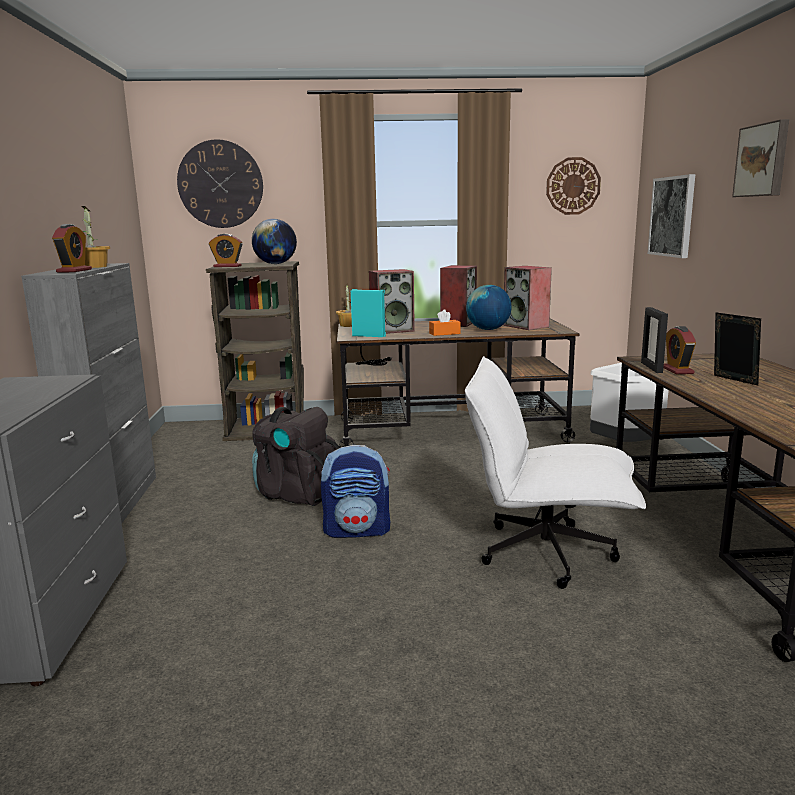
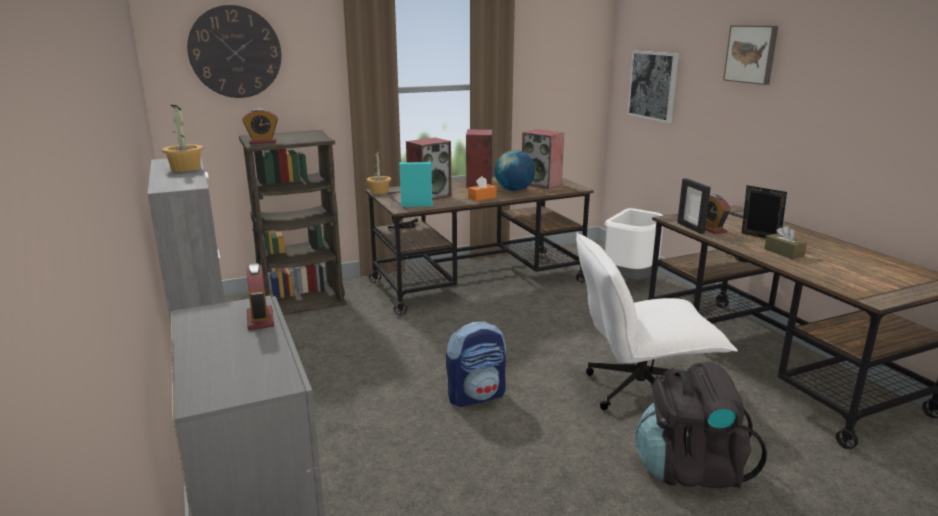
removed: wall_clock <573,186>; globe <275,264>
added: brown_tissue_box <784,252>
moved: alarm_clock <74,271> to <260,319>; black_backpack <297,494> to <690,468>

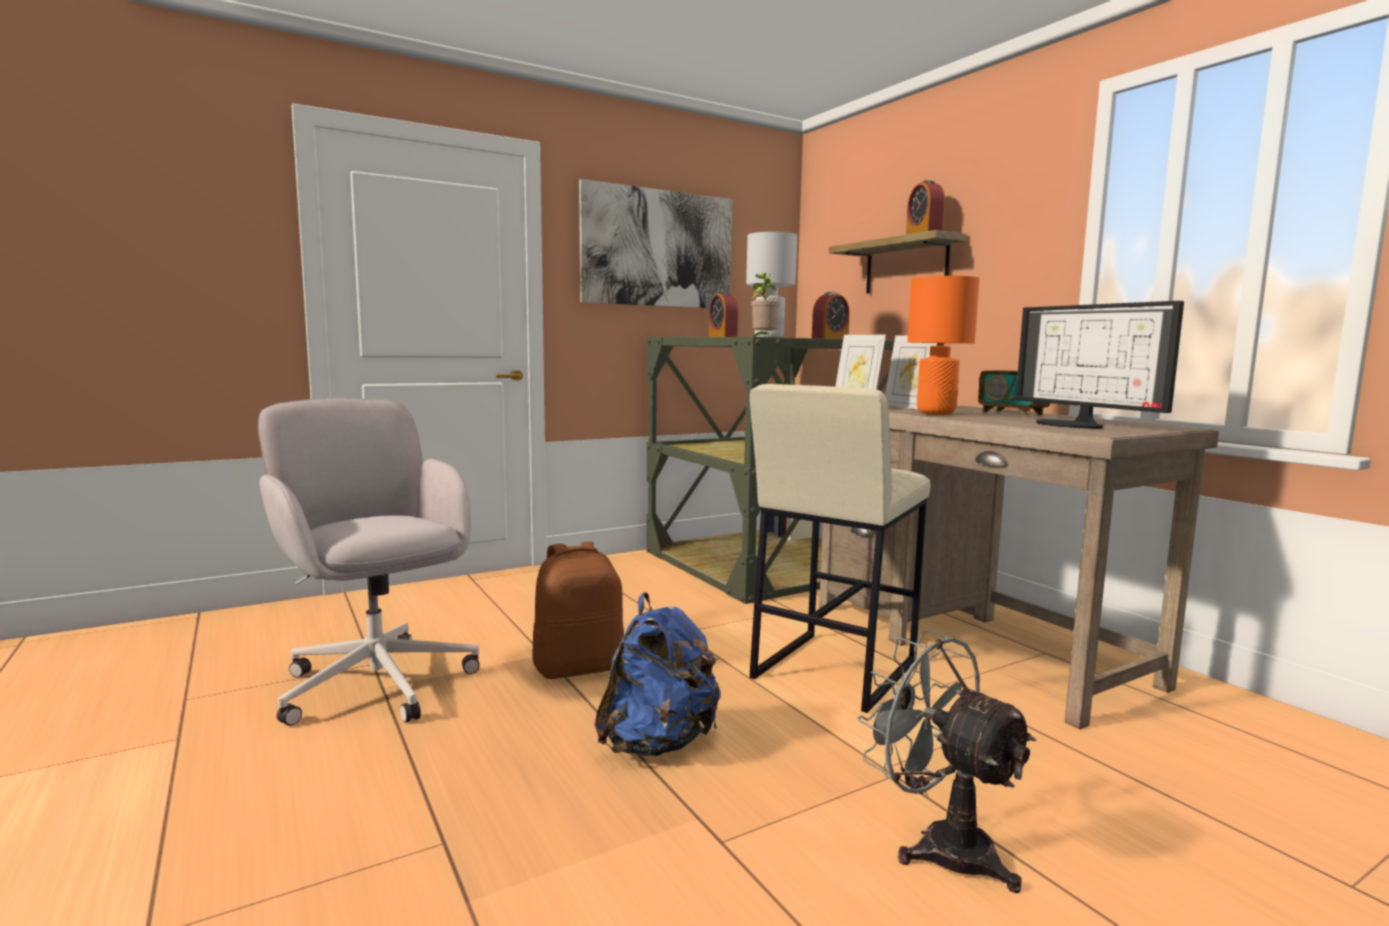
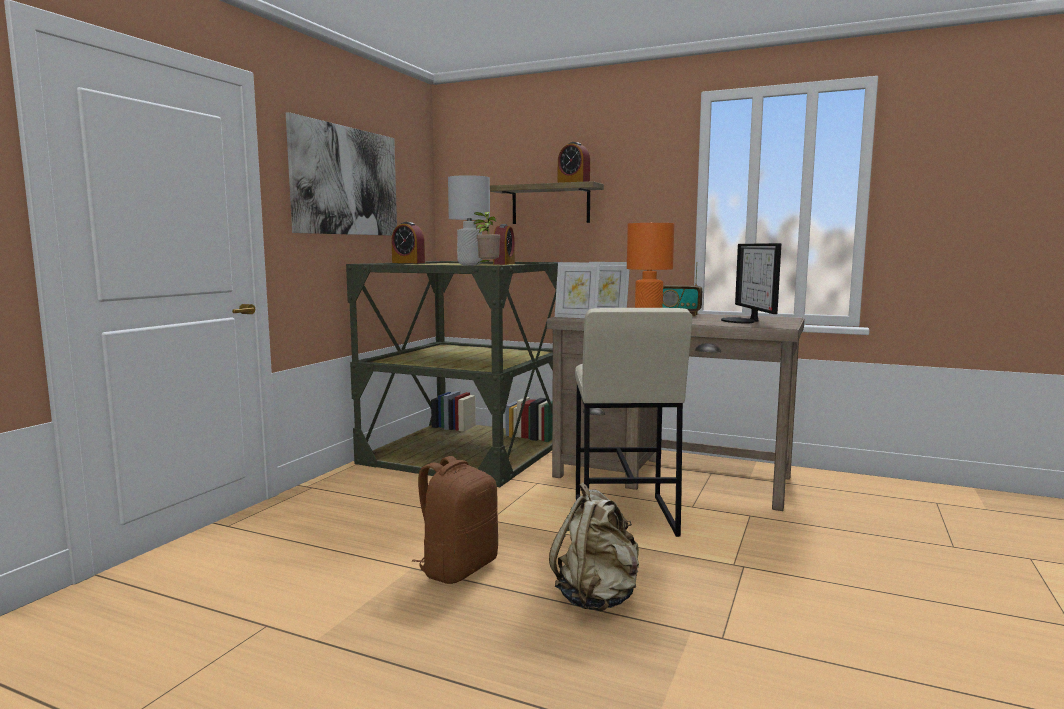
removed: grey_office_chair <377,684>; grey_fan <940,844>
recoloured: blue_backpack <658,743> to beige_backpack <597,598>
turned: monitor <1074,424> = <743,321> 60 degrees clockwise

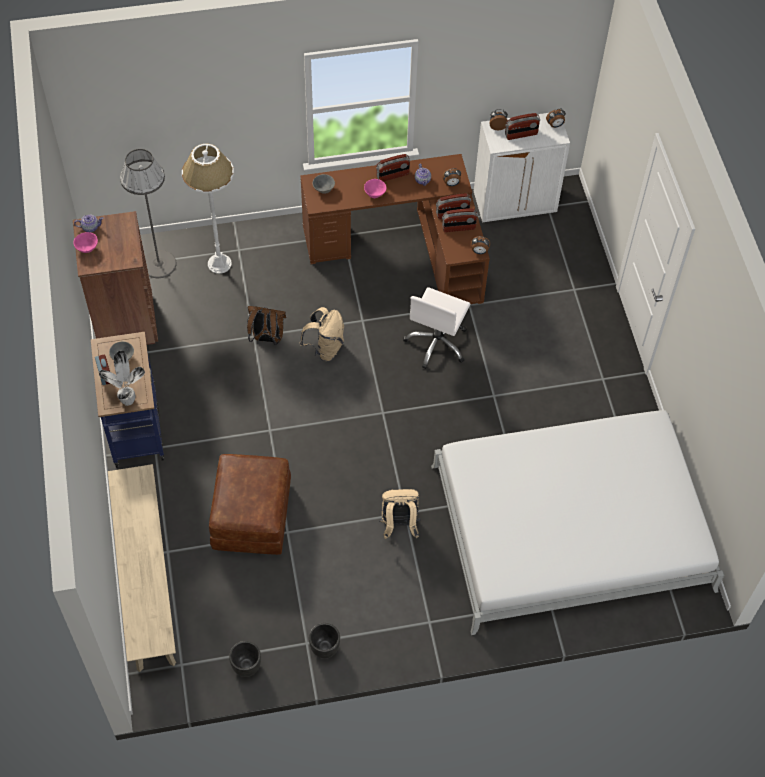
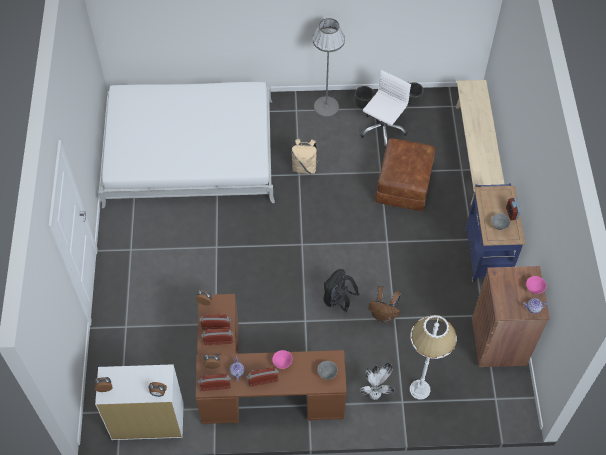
moved: radio <521,134> to <215,386>; grey_floor_lamp <158,264> to <326,106>; white_office_chair <437,343> to <383,129>; potted_plant <127,401> to <375,395>
recoloured: beige_backpack <325,348> to black_backpack <338,300>

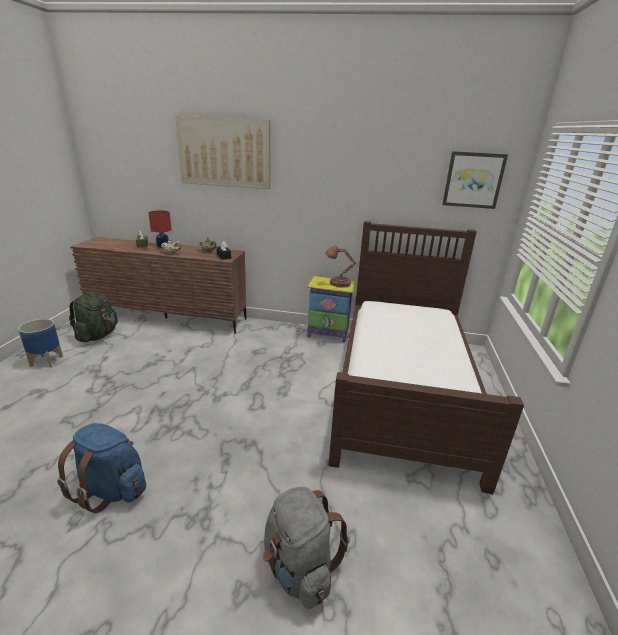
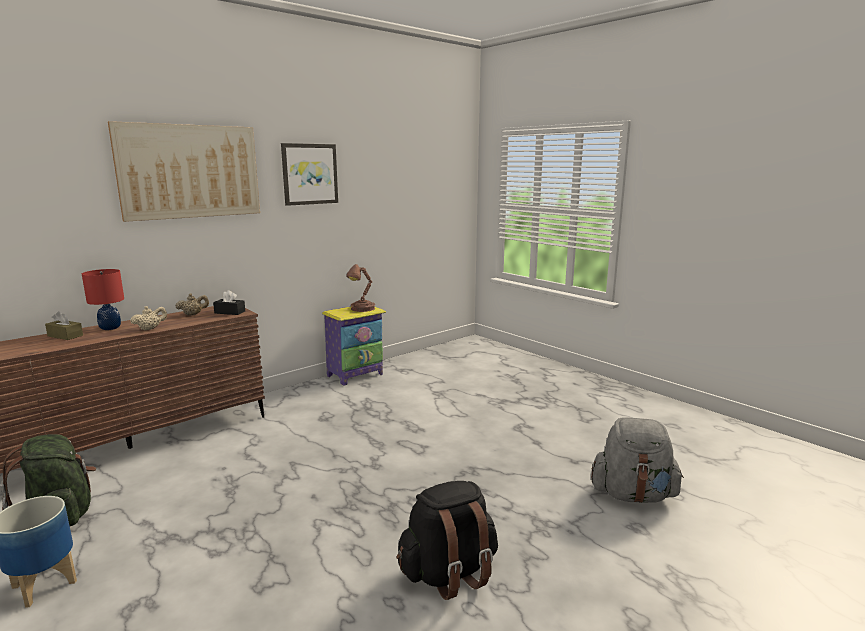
removed: brown_bed <403,389>
moved: picture <473,180> to <309,174>
recoloured: blue_backpack <111,489> to black_backpack <449,573>

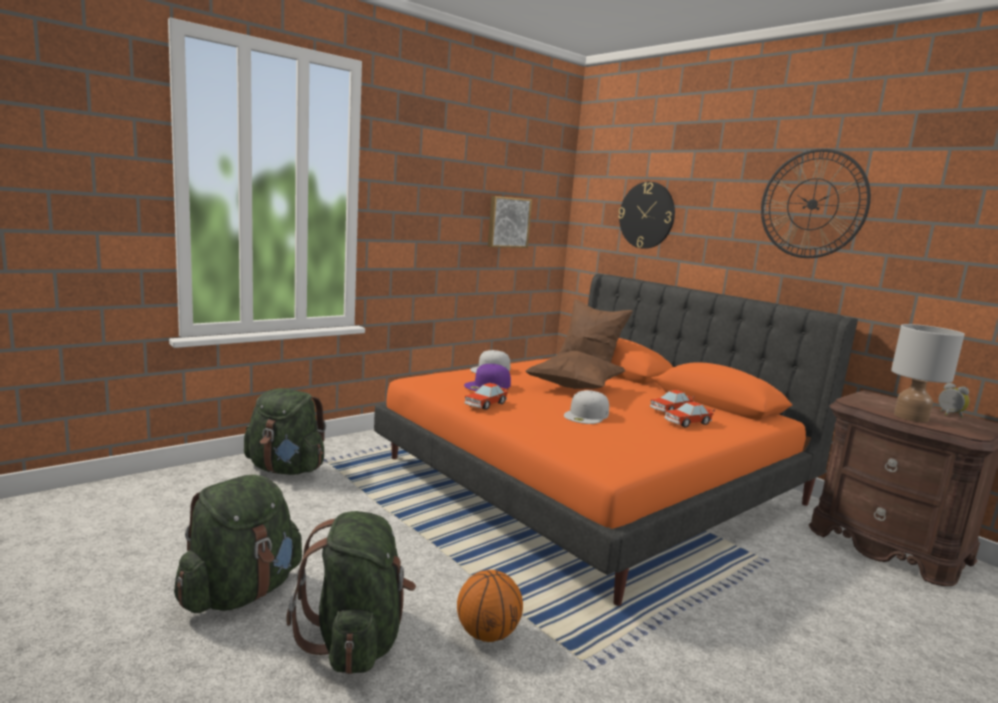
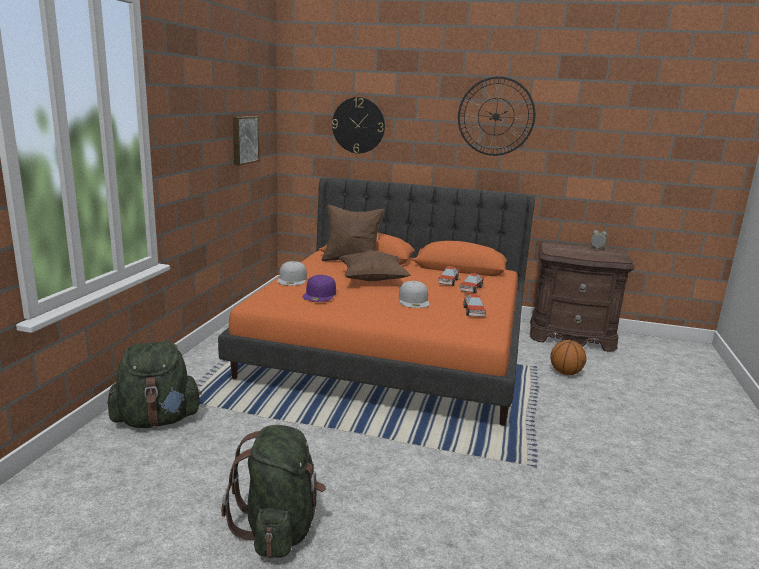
removed: grey_table_lamp <911,417>; green_backpack <356,640>
moved: toy_car <485,404> to <473,312>; basketball <487,634> to <565,373>

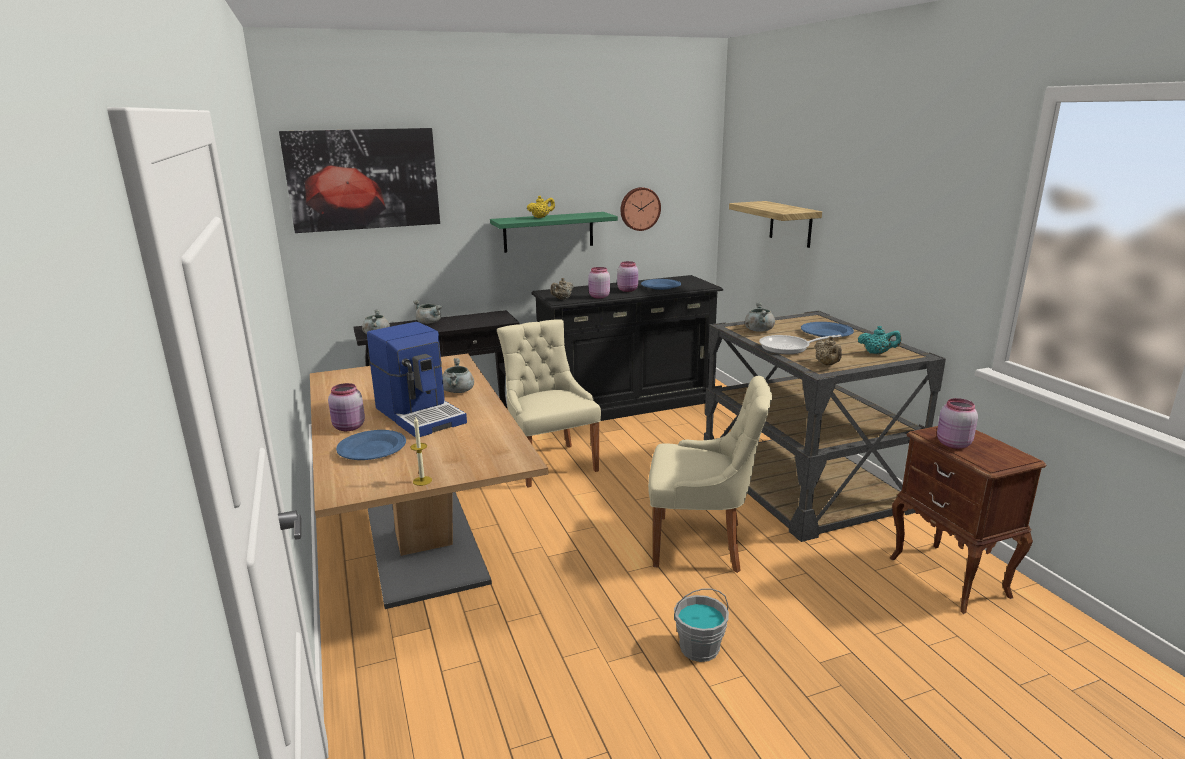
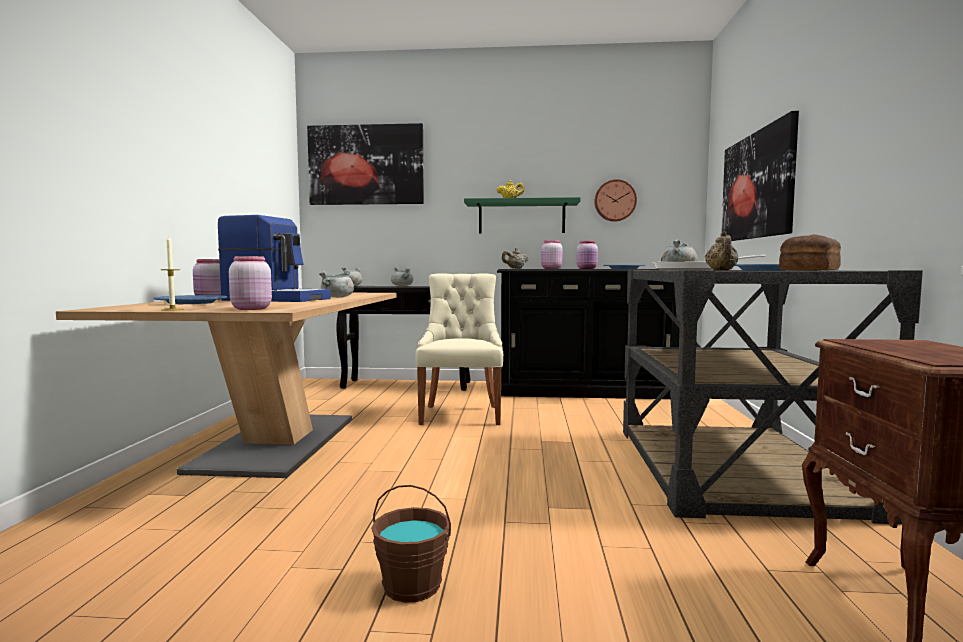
removed: beige_chair <702,544>
moved: pink_jar <952,444> to <250,309>
replaced: shelf <790,224> to picture <757,186>; turquoise_teapot <877,353> to bread <811,270>
recoloured: grey_bucket <699,648> to brown_bucket <411,586>
turned: coffee_machine <421,415> = <276,299> 60 degrees counterclockwise

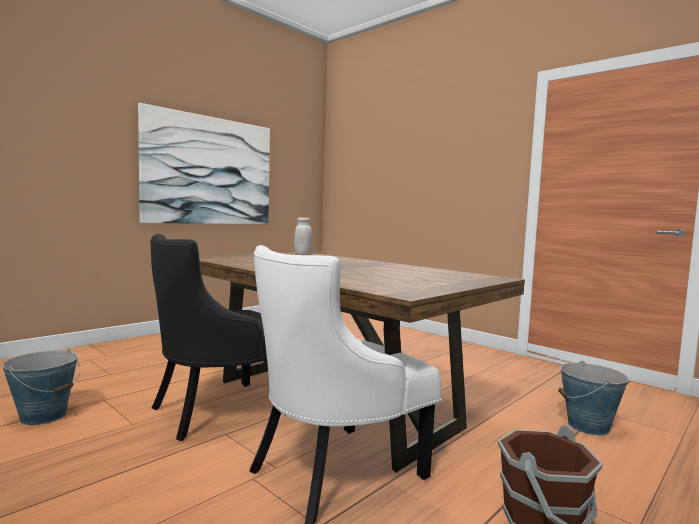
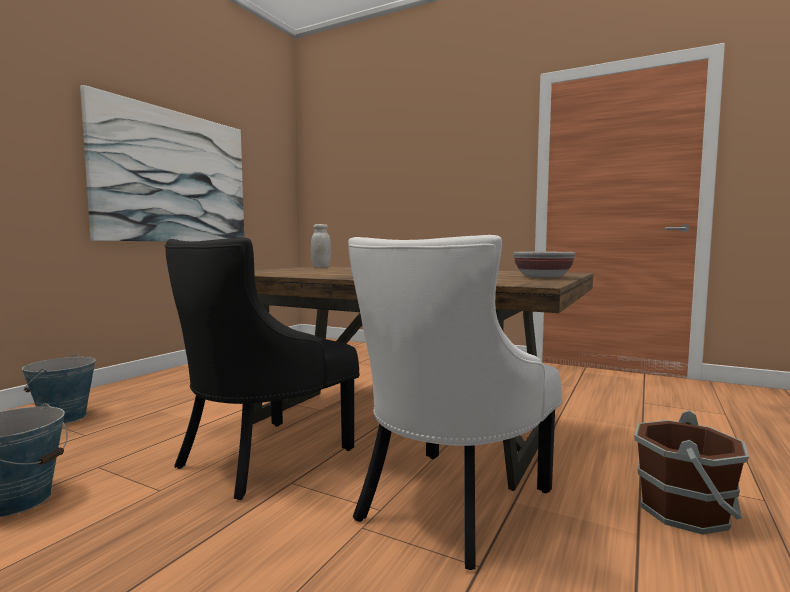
added: bowl <542,277>
moved: bucket <588,426> to <63,418>

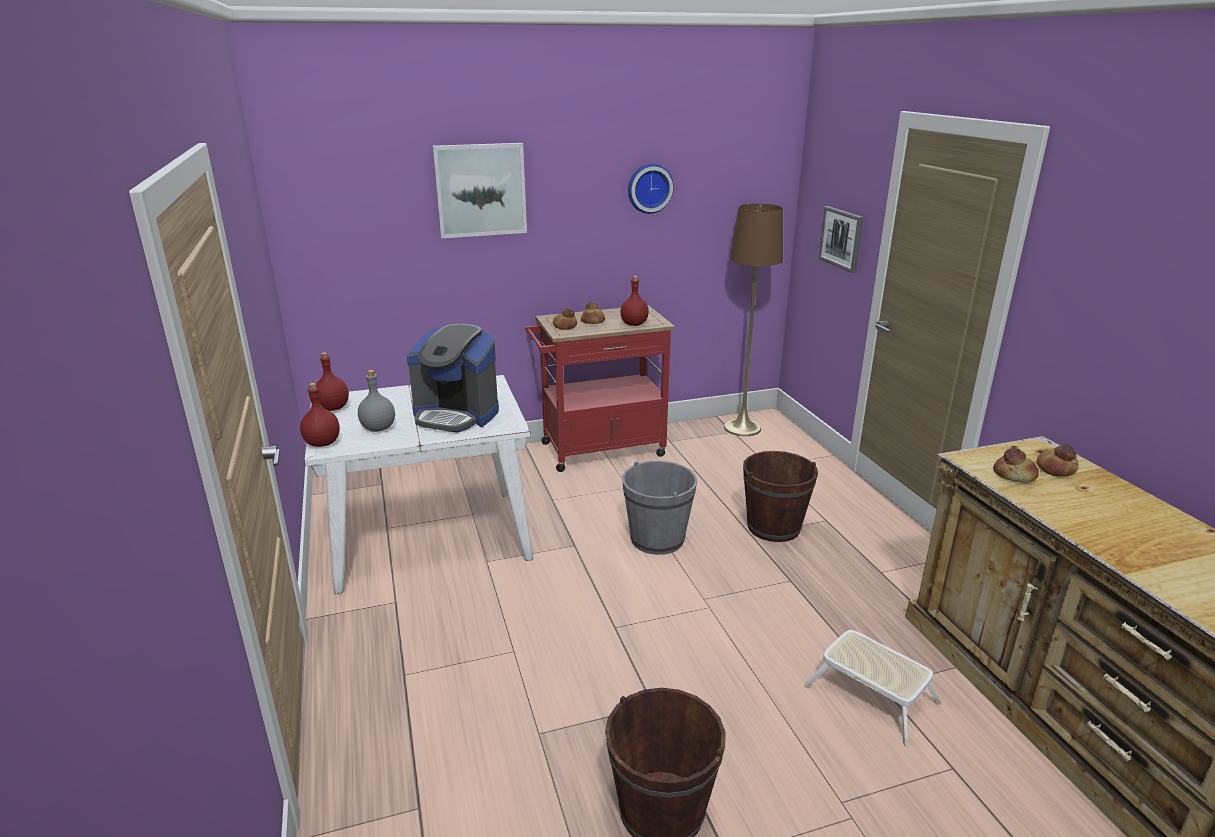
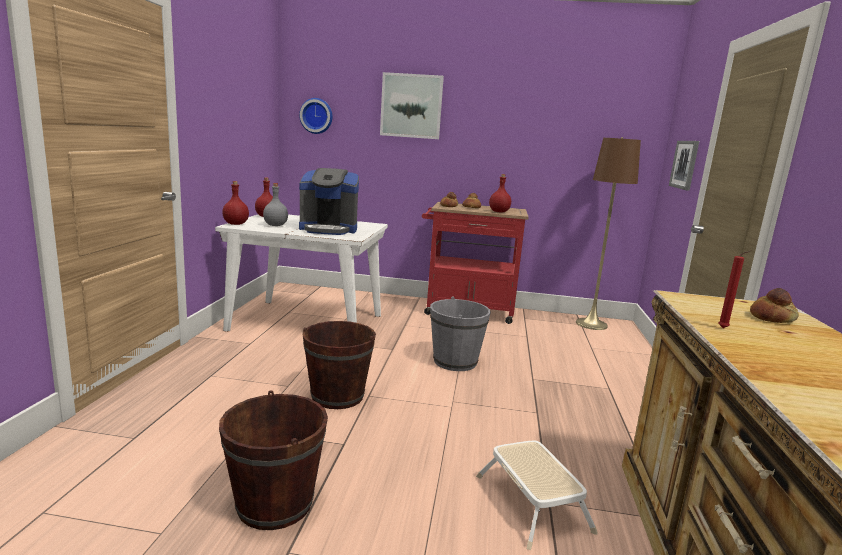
removed: bread <1014,476>
added: red_candle <724,328>
moved: wall_clock <649,188> to <316,116>; brown_bucket <773,527> to <337,396>
turned: coffee_machine <456,415> = <329,229> 45 degrees counterclockwise

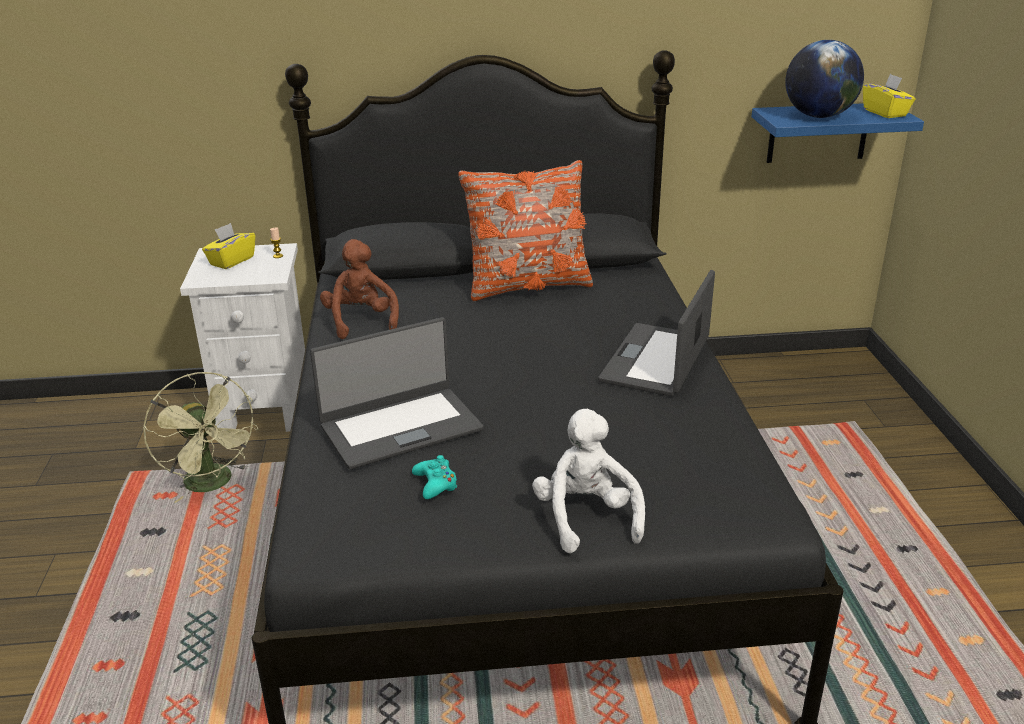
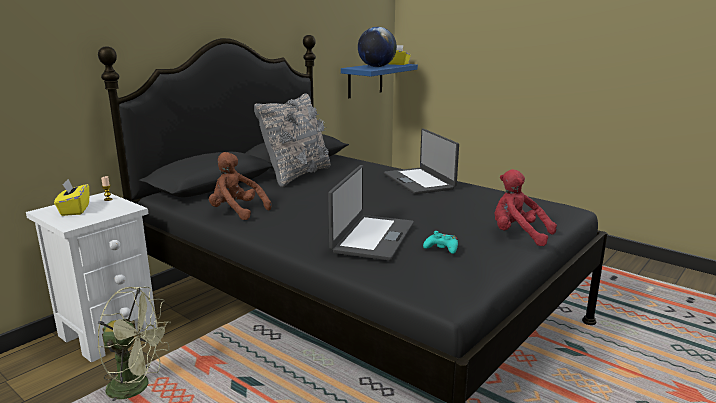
recoloured: orange_pillow <528,287> to grey_pillow <297,175>; white_plush_toy <586,518> to red_plush_toy <518,235>

